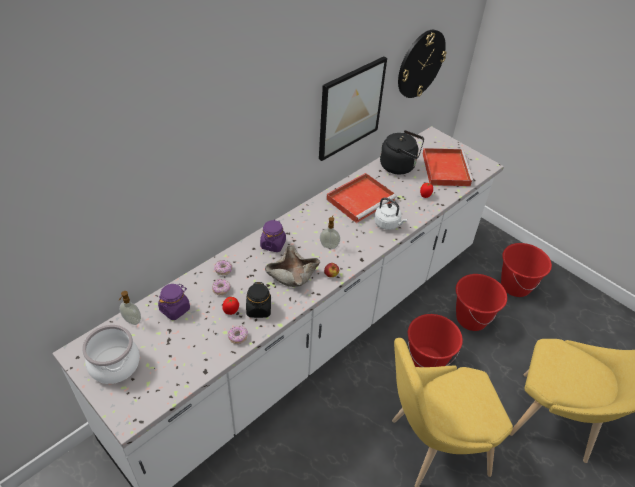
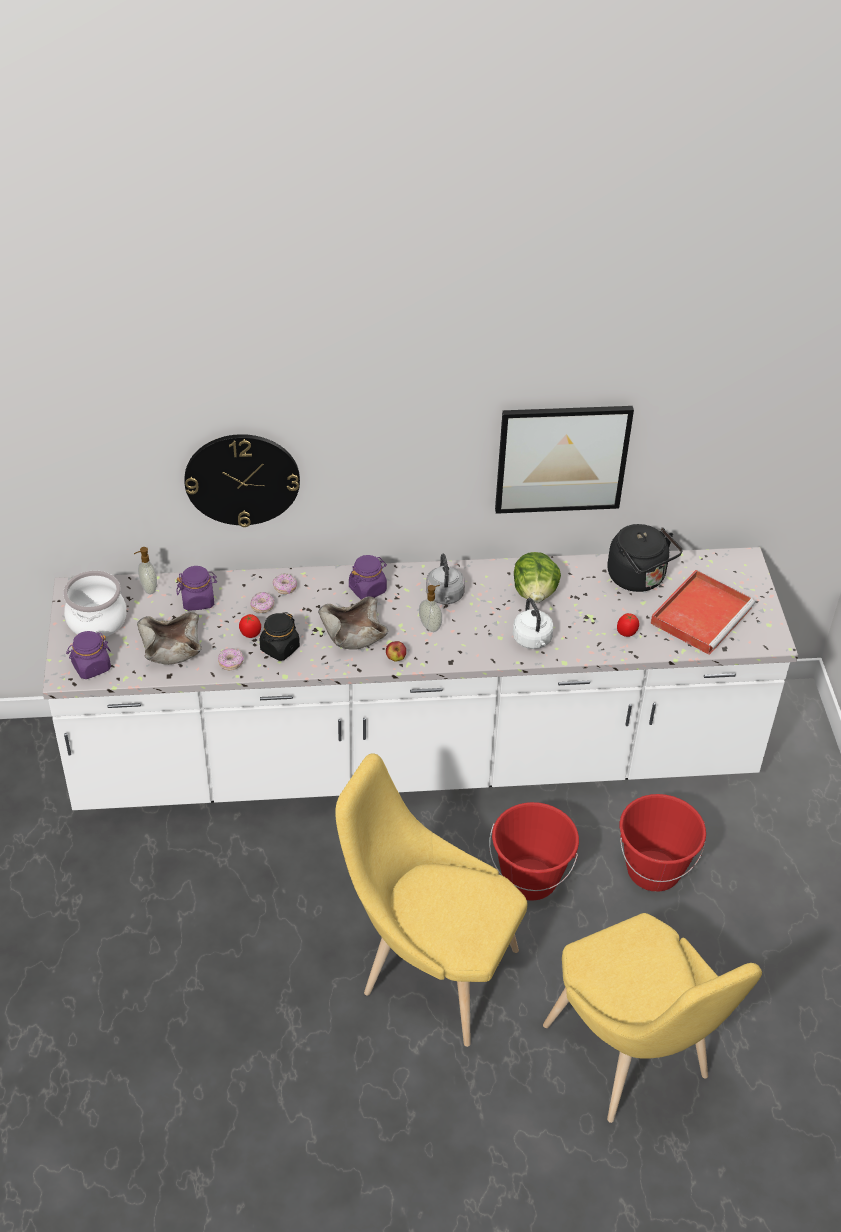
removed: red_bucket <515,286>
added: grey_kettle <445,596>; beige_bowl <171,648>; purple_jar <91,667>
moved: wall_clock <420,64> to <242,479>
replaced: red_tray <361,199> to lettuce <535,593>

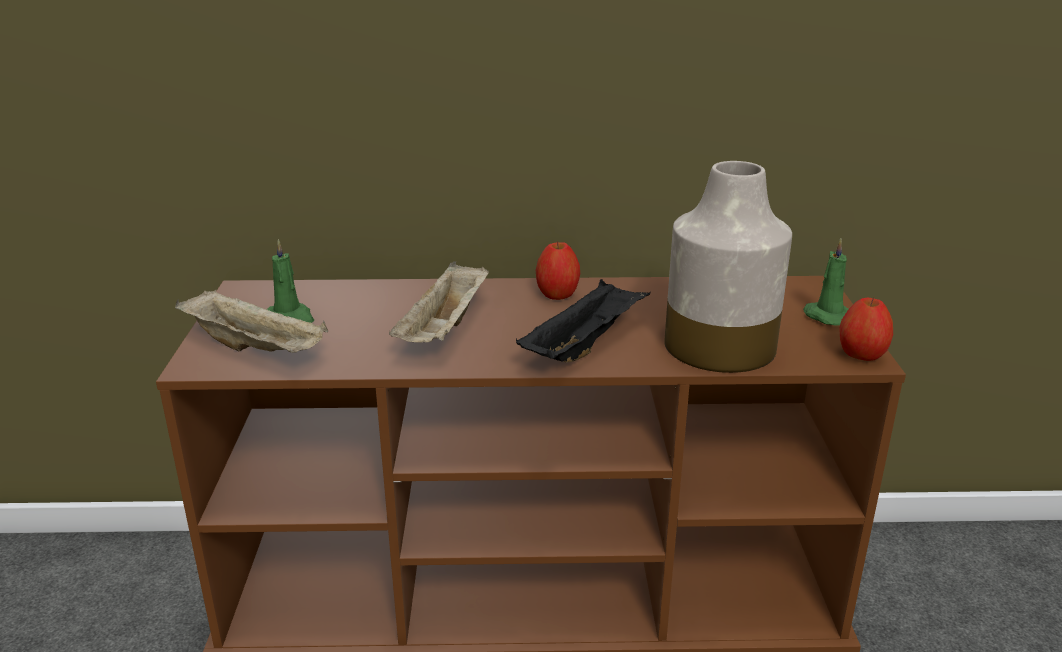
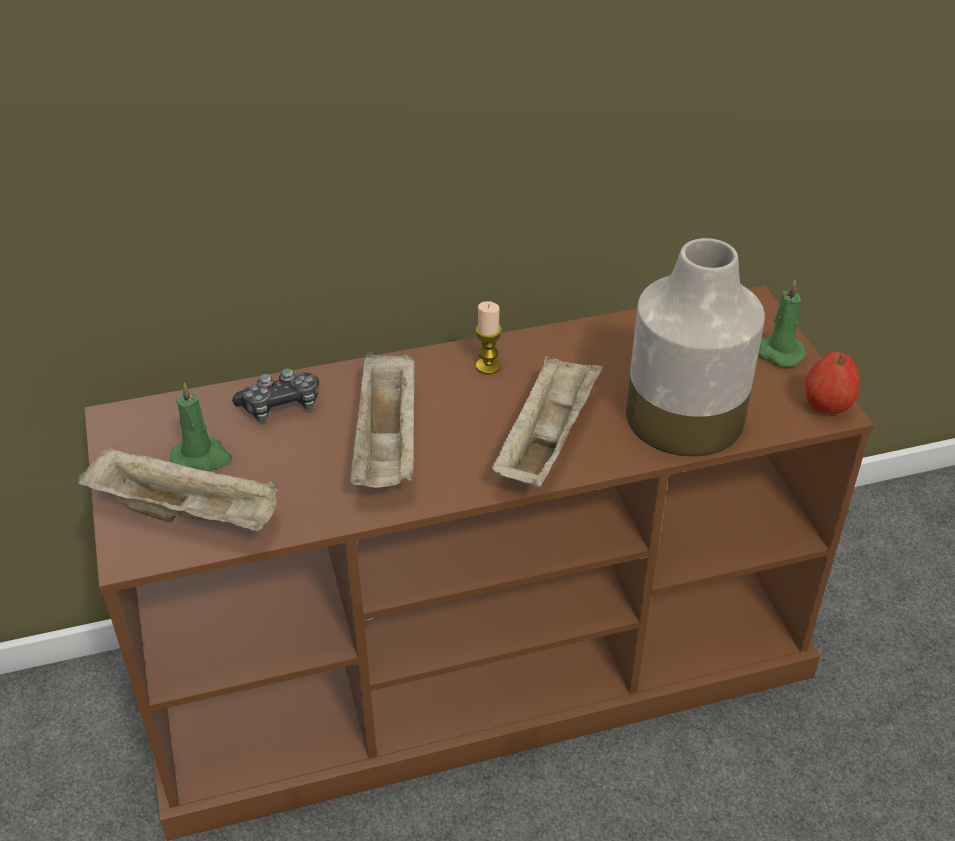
added: game_controller <281,405>
replaced: apple <557,295> to candle <488,366>
recoloured: black_tray <584,344> to beige_tray <546,440>

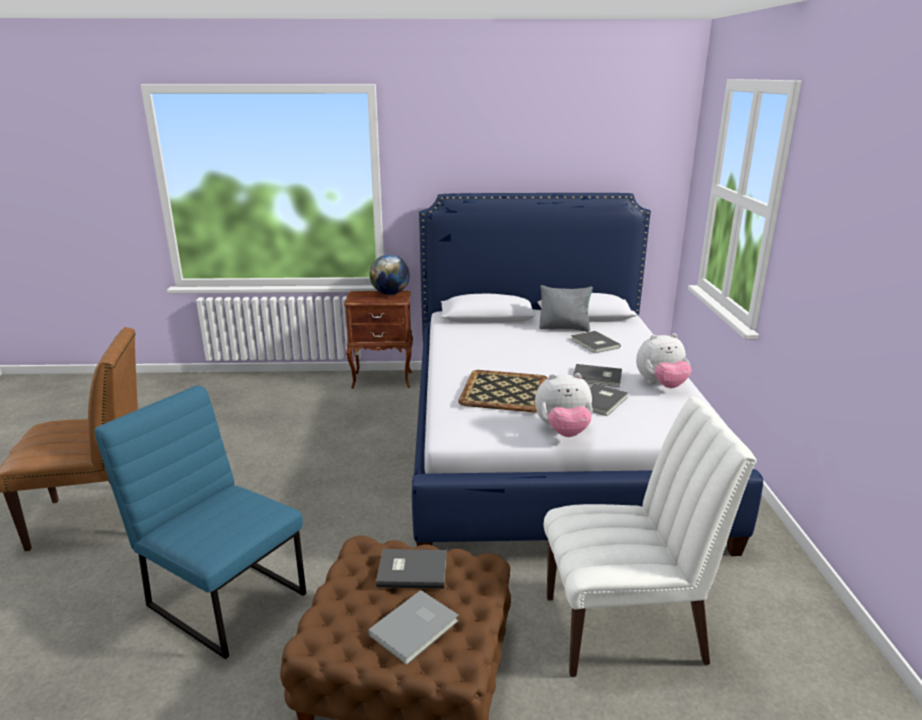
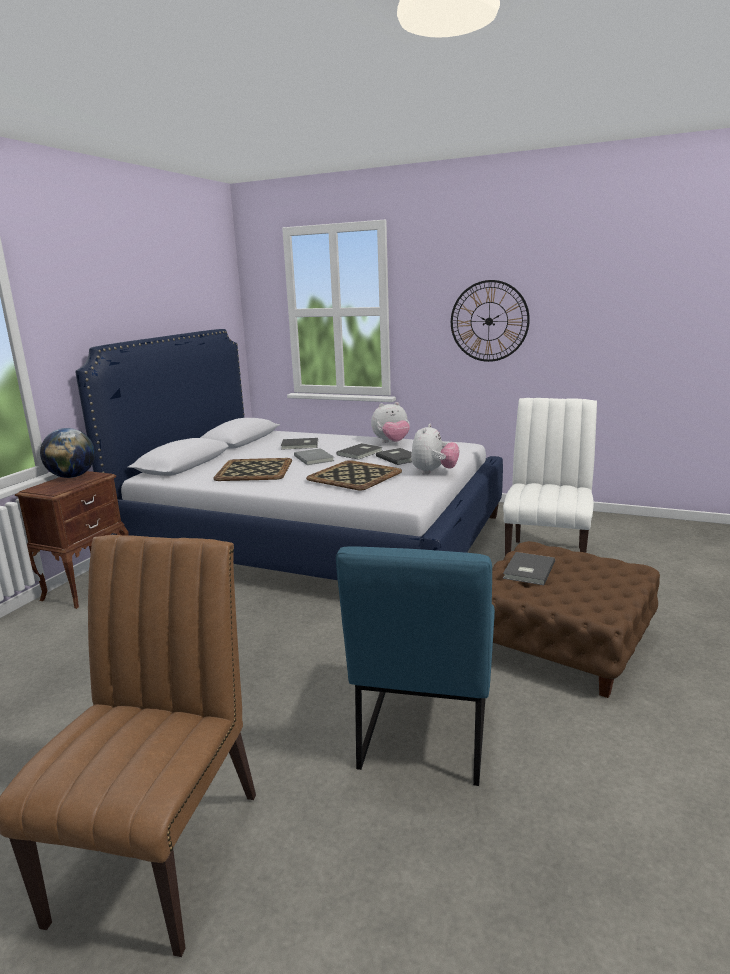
removed: grey_pillow <564,328>
added: wall_clock <489,321>; tray <253,470>
moved: grey_book <416,628> to <314,458>
turned: plush_toy <661,385> = <391,443> 60 degrees clockwise; blue_chair <225,597> = <424,731> 45 degrees counterclockwise

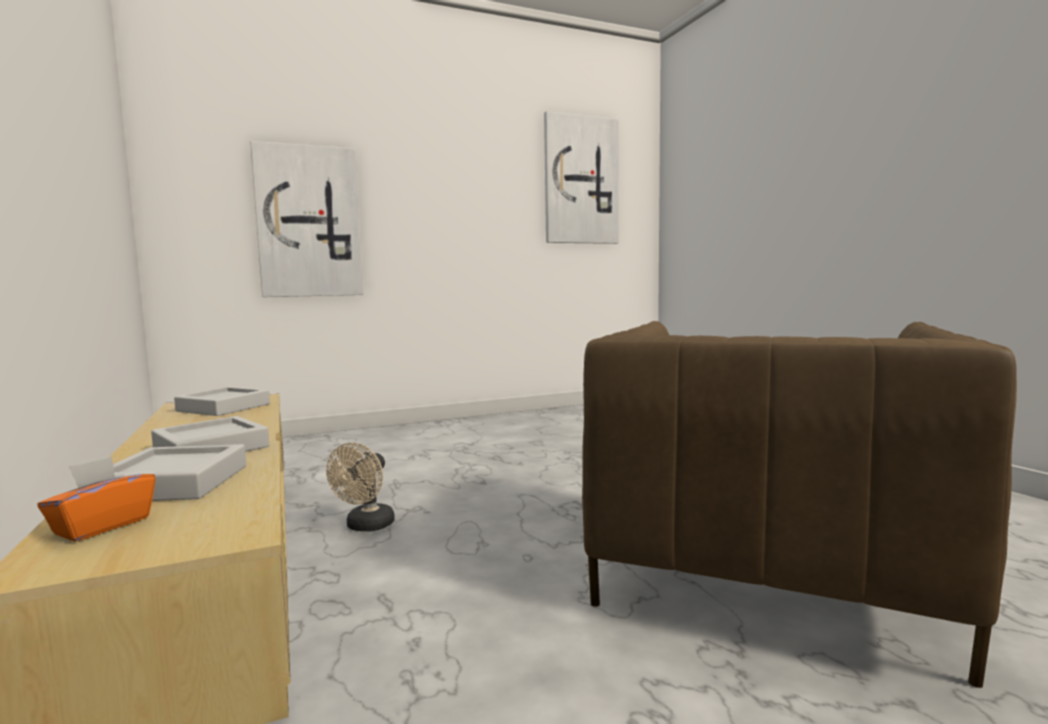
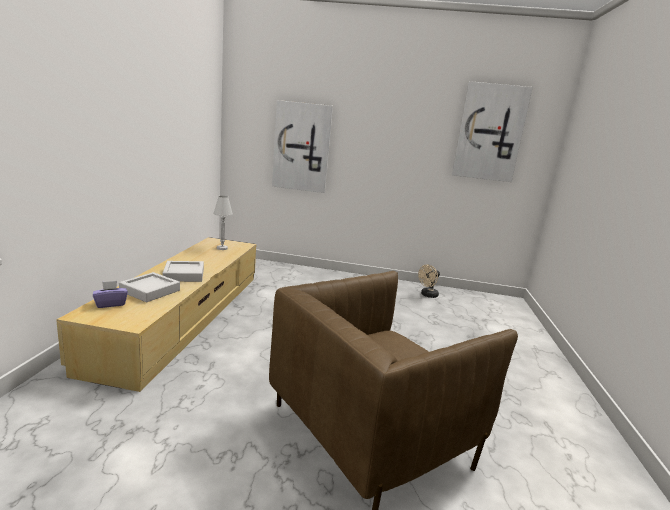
moved: beige_fan <366,526> to <427,295>
replaced: grey_tray <224,408> to white_table_lamp <222,248>
recoloured: orange_tissue_box <102,526> to purple_tissue_box <110,304>

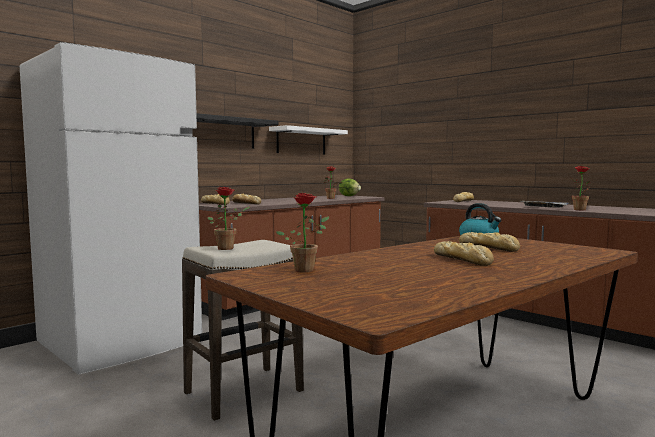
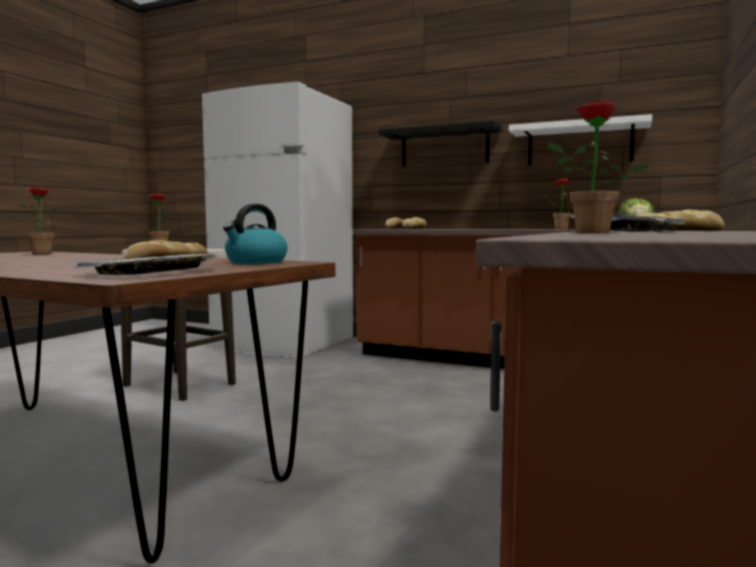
removed: bread <463,260>
added: tray <152,273>

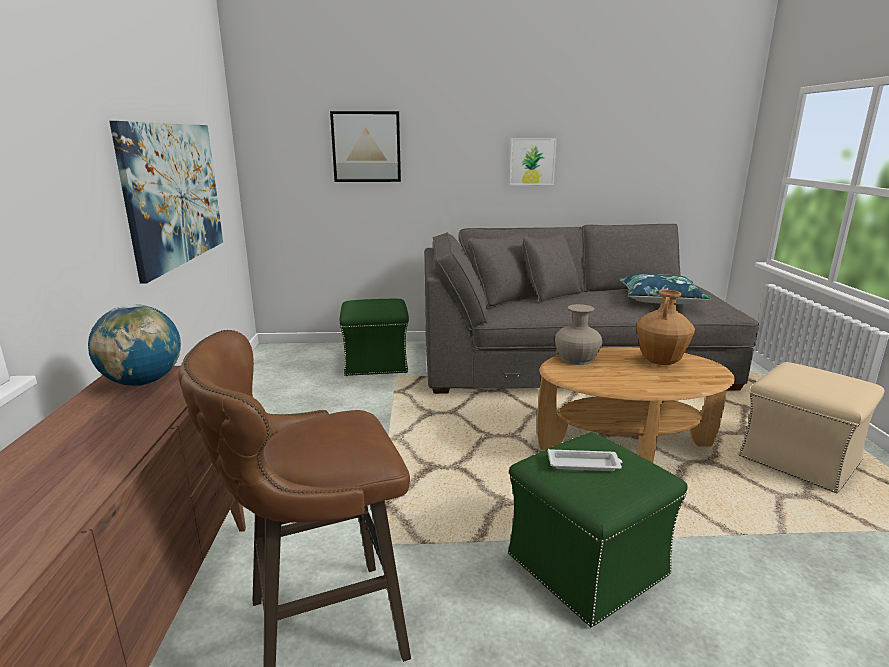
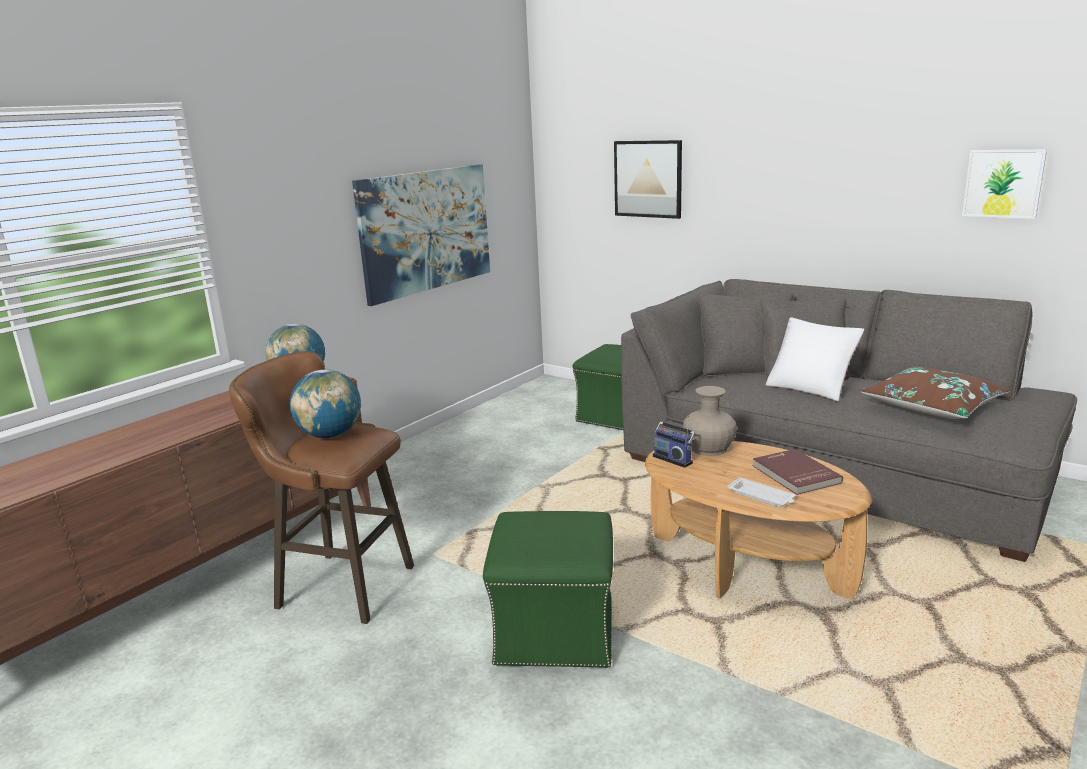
removed: beige_ottoman <801,459>
added: white_pillow <811,387>; globe <330,435>; radio <673,459>
moved: picture <532,161> to <1003,183>; white_tray <584,464> to <762,496>
replaced: brown_vase <660,362> to red_book <794,474>
recoloured: blue_pillow <660,299> to brown_pillow <932,406>

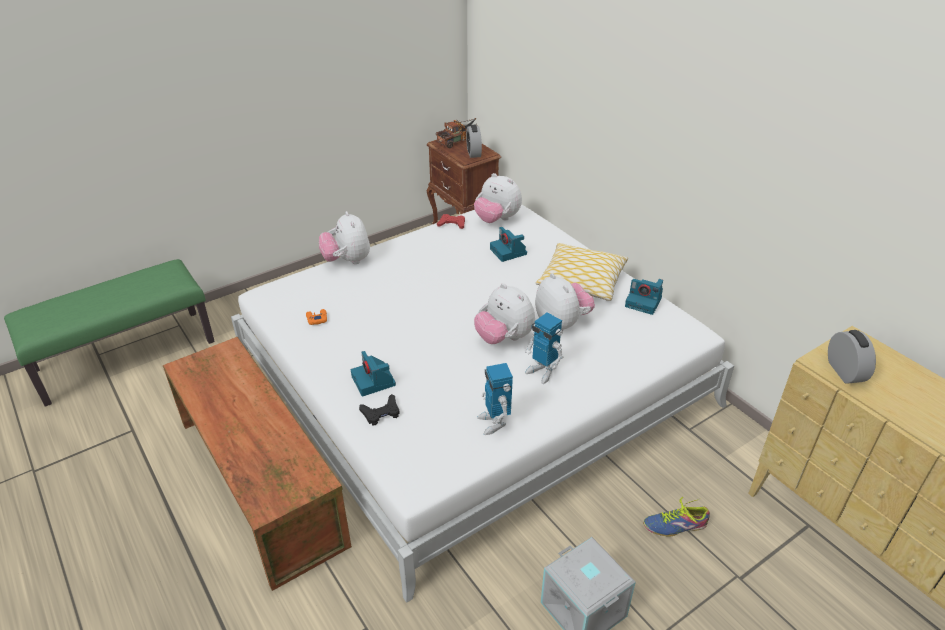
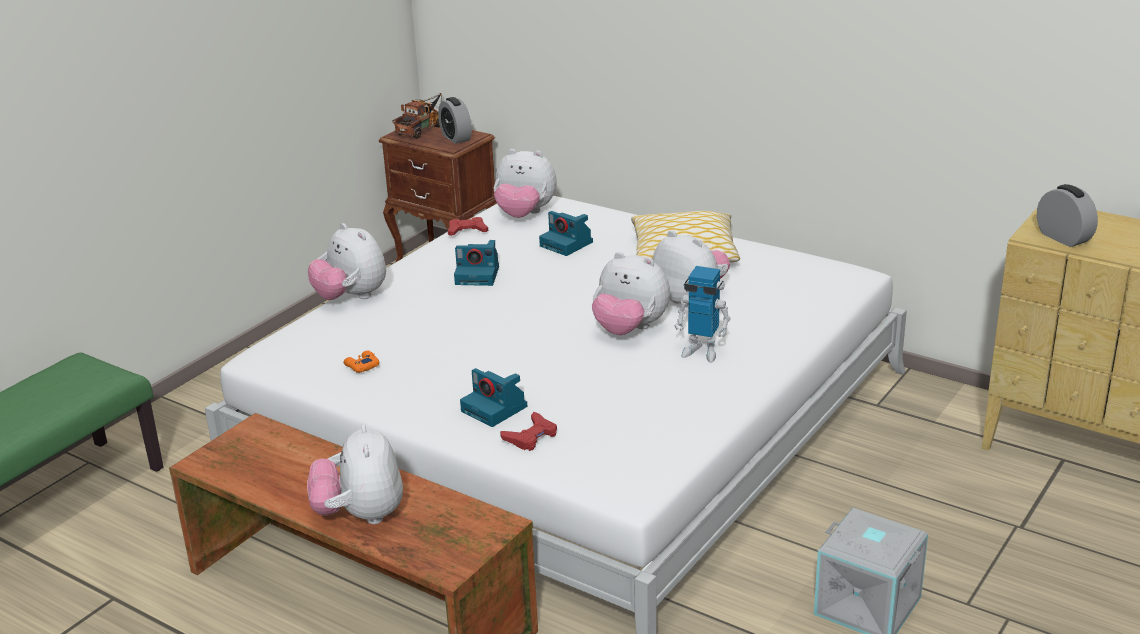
removed: toy_robot <494,423>; shoe <675,525>
added: plush_toy <360,515>
moved: photo_camera <644,302> to <478,275>
recoloured: black_game_controller <381,413> to red_game_controller <531,436>

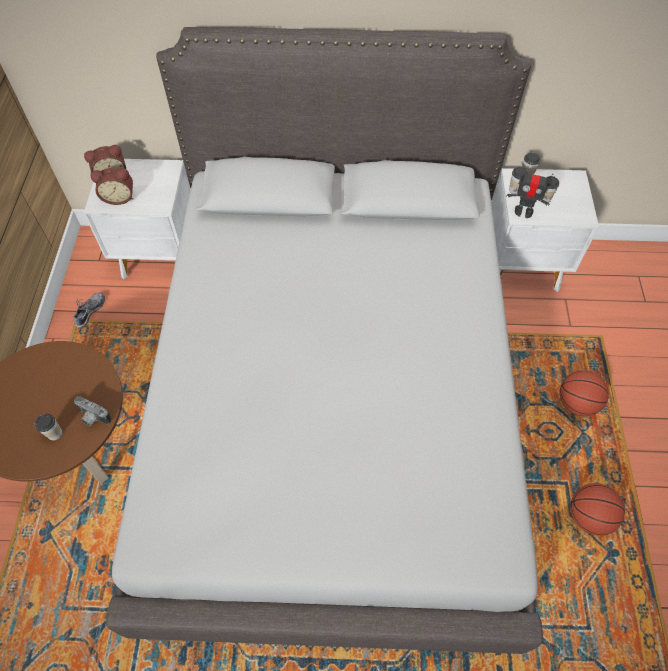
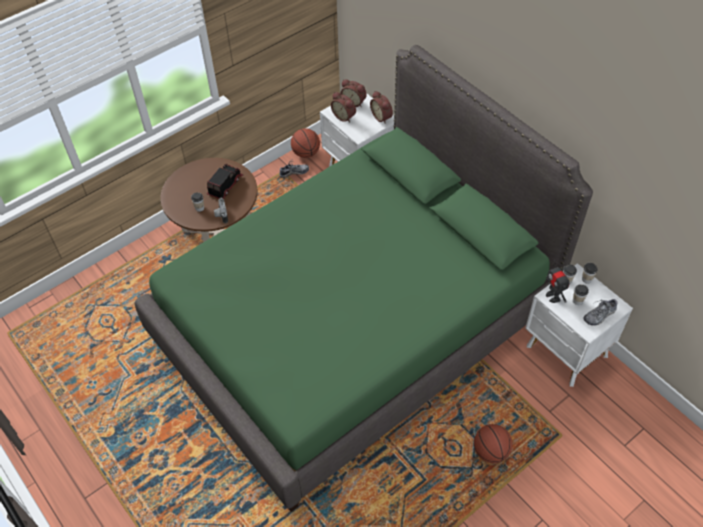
added: alarm_clock <382,117>; toy_truck <225,185>; shoe <599,315>
moved: basketball <589,516> to <306,153>
recoloured: grey_bed <334,406> to green_bed <353,325>

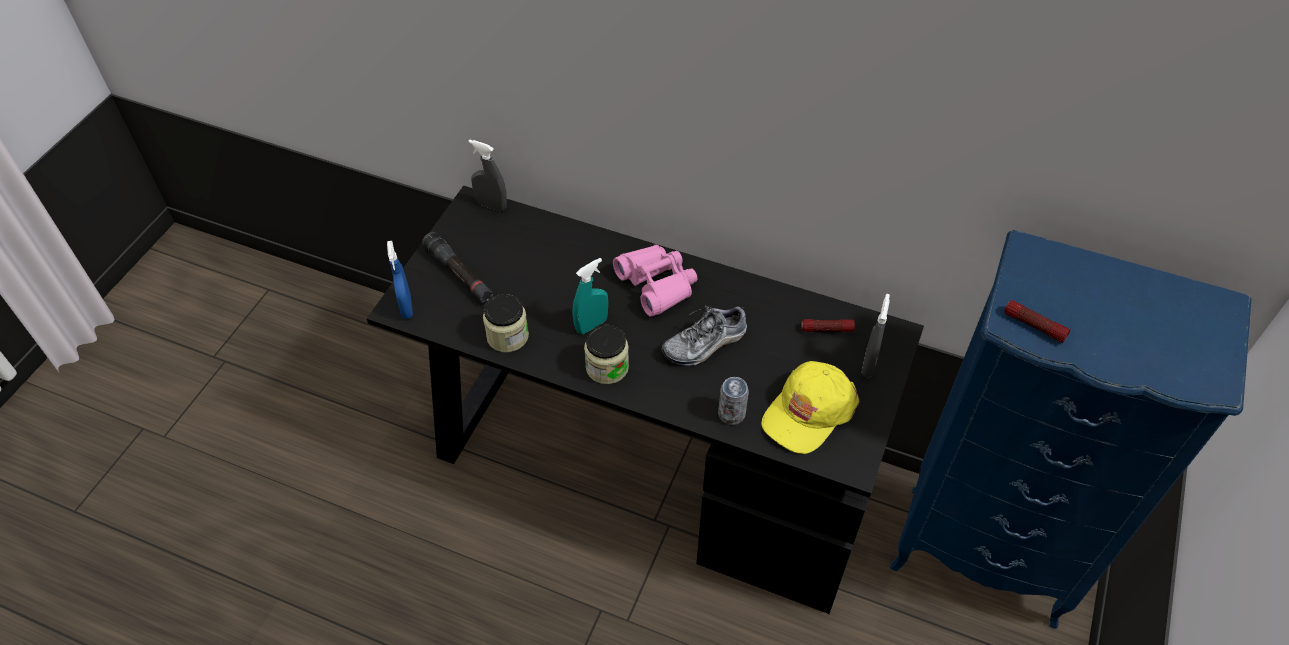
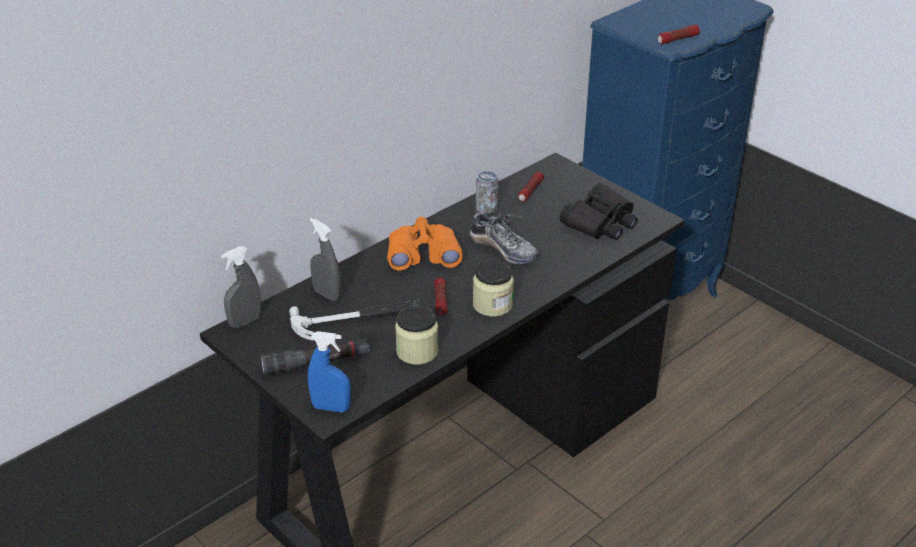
added: hammer <357,319>
moved: grey_spray_bottle <869,364> to <327,294>; can <731,414> to <486,208>
replaced: turquoise_spray_bottle <591,325> to flashlight <440,300>; yellow_cap <808,412> to black_binoculars <600,223>
recoloured: pink_binoculars <657,284> to orange_binoculars <423,254>
turned: shoe <705,344> = <504,249> 45 degrees counterclockwise

